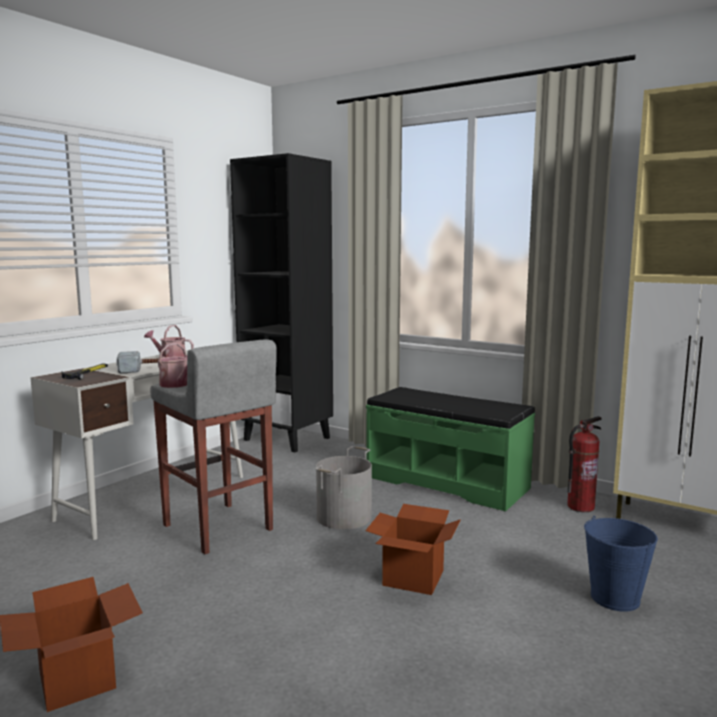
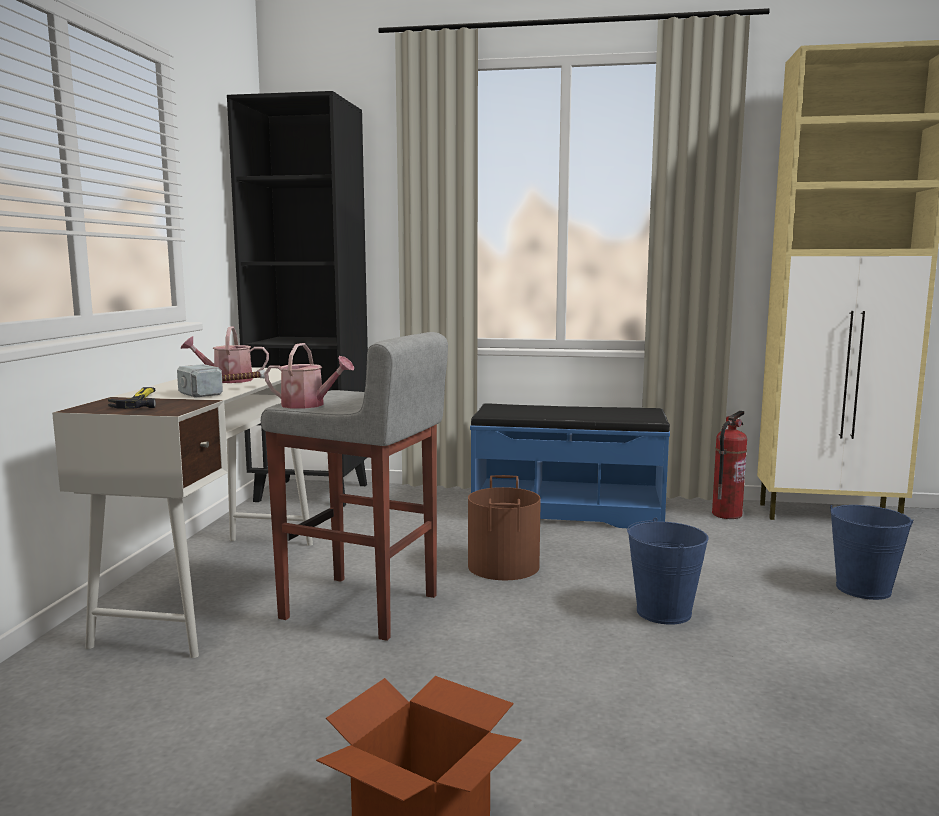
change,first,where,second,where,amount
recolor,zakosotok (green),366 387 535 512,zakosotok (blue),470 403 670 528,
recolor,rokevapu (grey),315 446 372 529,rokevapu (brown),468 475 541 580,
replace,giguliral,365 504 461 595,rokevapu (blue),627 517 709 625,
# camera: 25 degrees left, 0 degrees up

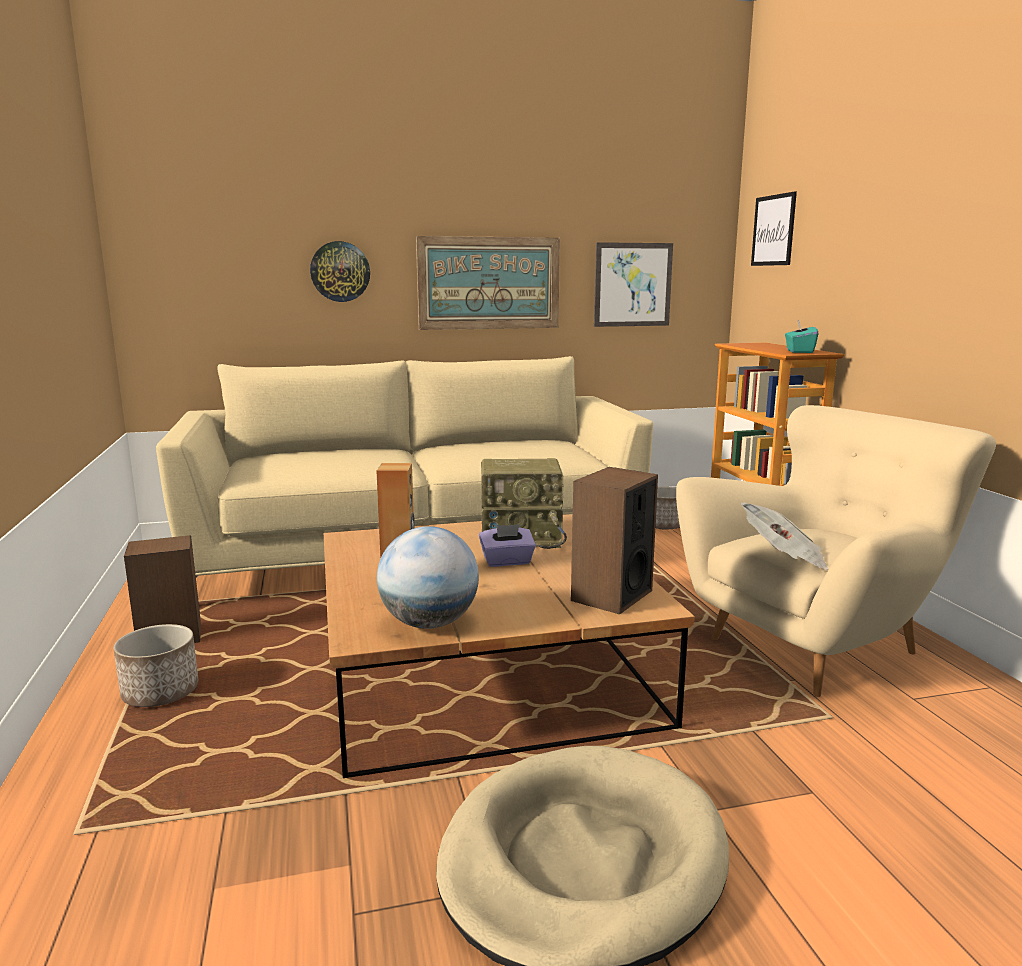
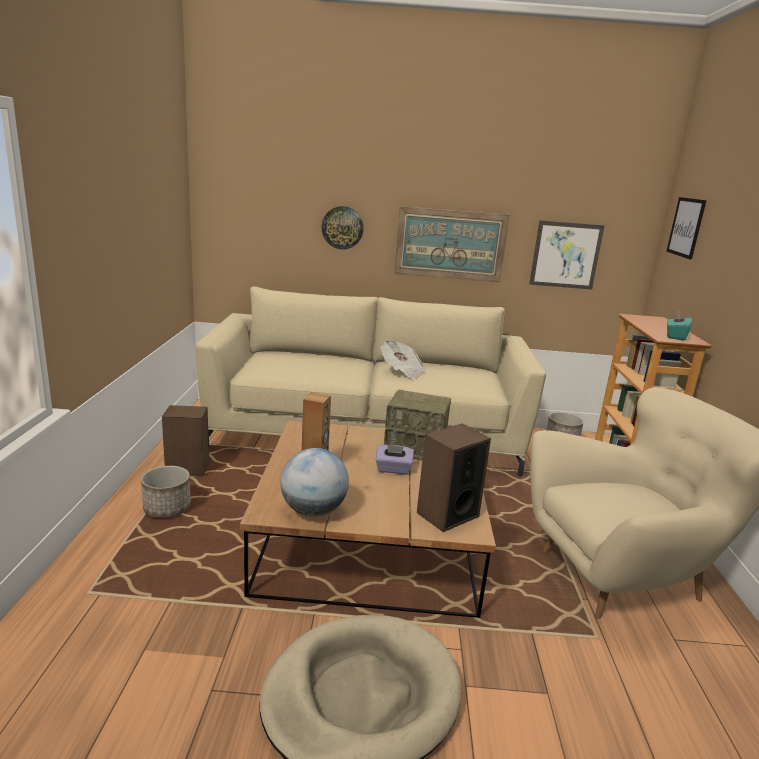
change,first,where,second,where,amount
move,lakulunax,741 502 829 570,,380 339 425 379,
# camera: 15 degrees right, 5 degrees up

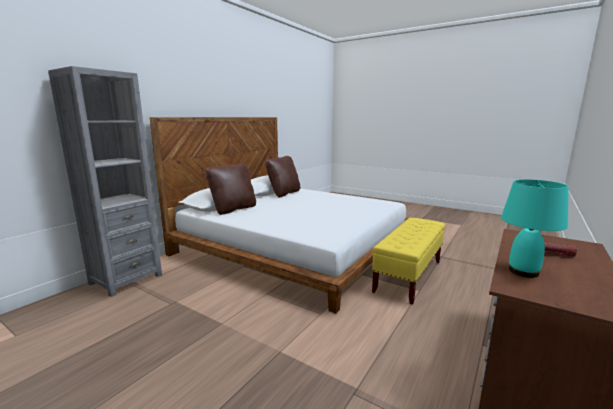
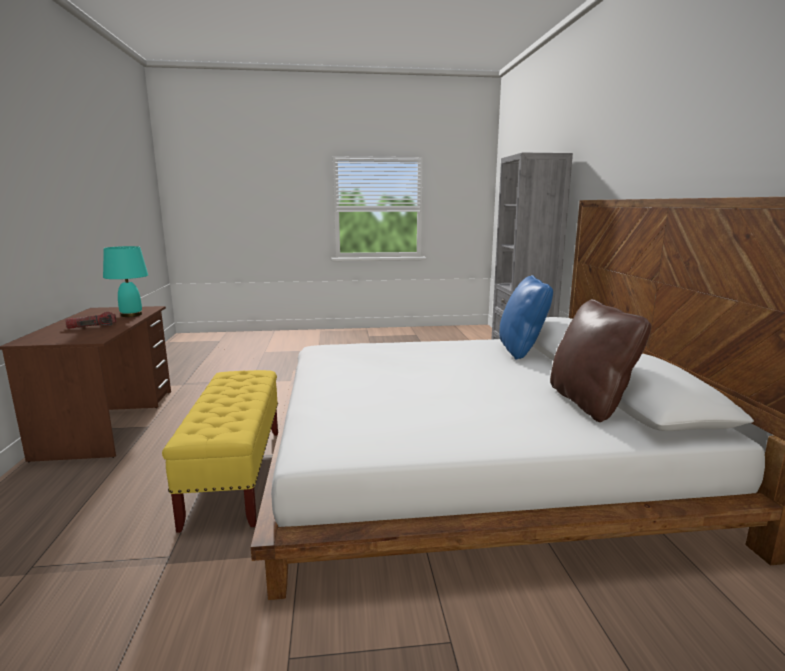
change,first,where,second,where,amount
recolor,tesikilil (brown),206 163 256 215,tesikilil (blue),500 275 553 360,
# camera: 140 degrees right, 0 degrees up

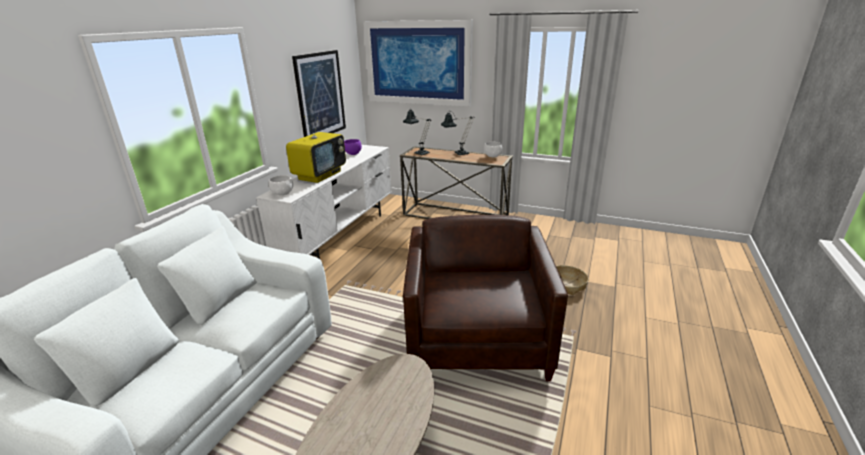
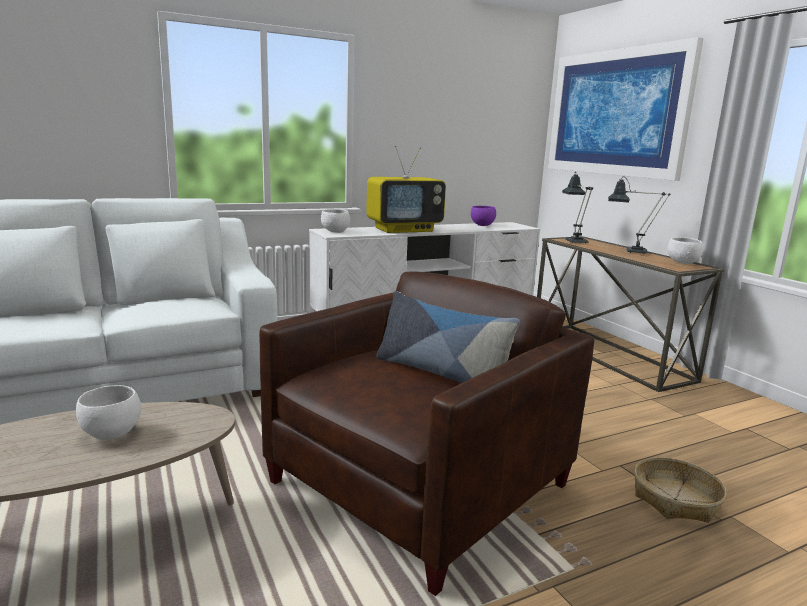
change,first,where,second,where,amount
delete,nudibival,292 50 346 137,,,
insert,,,tesikilil,376 291 520 383,
insert,,,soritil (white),76 385 141 440,
# camera: 40 degrees right, 10 degrees down

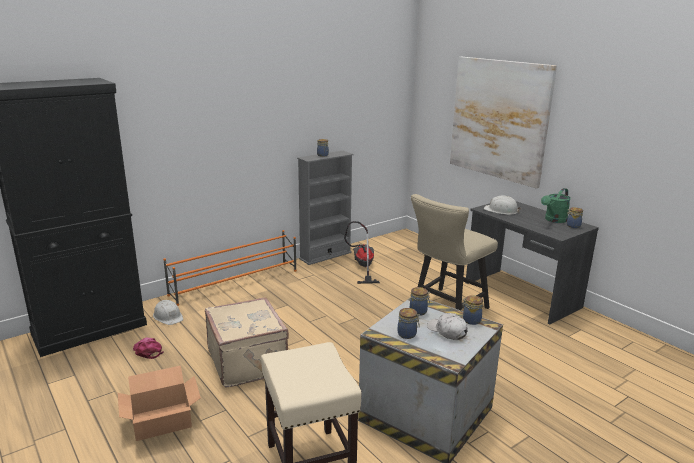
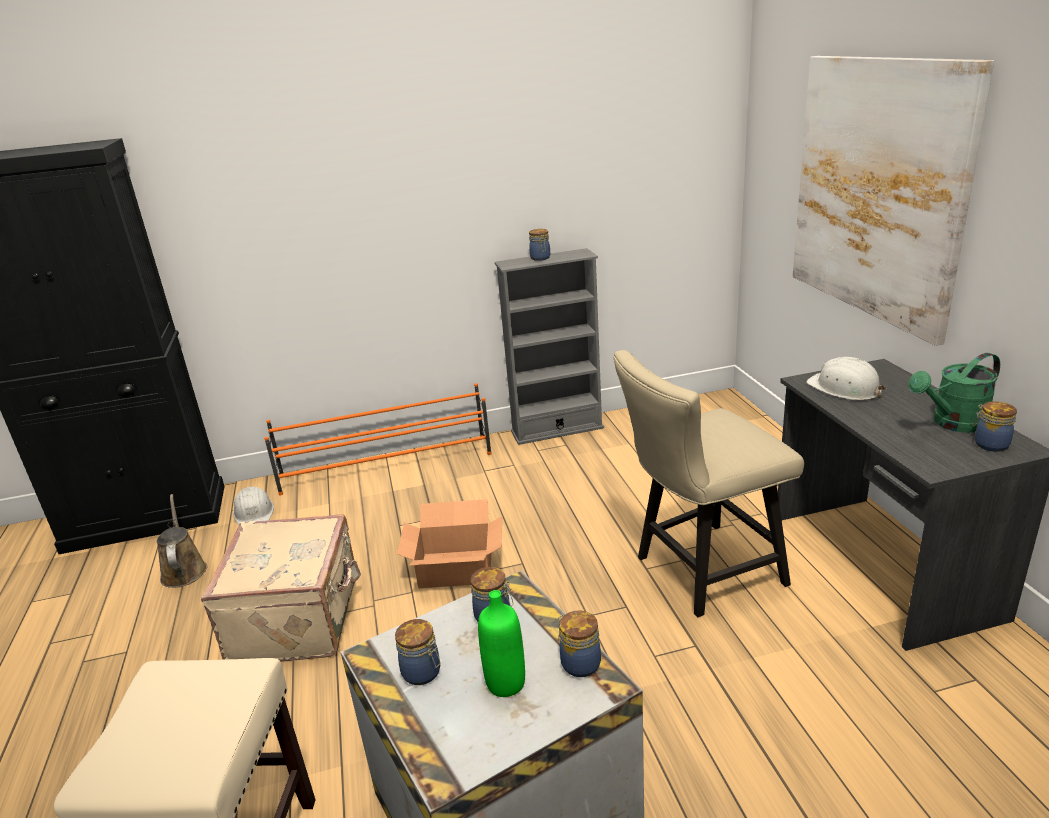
change,first,where,second,where,amount
delete,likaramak,344 221 380 284,,,
replace,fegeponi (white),427 313 468 340,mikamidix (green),478 590 525 697,
replace,fegeponi (pink),133 338 164 359,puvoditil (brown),157 494 208 588,
move,giguliral,118 366 201 441,,397 499 502 588,
# camera: 25 degrees right, 5 degrees up

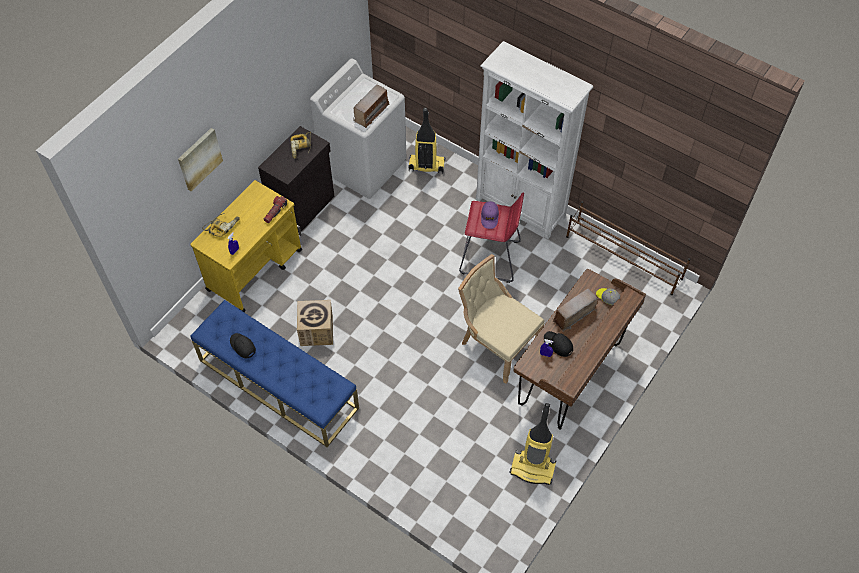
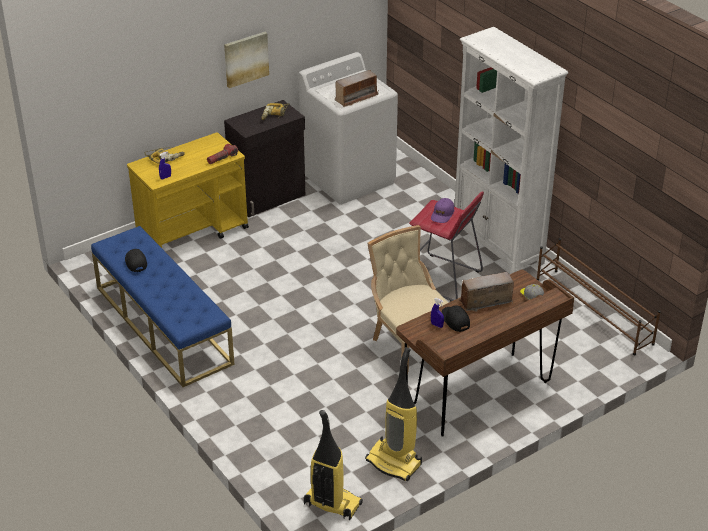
change,first,where,second,where,amount
move,likaramak,409 108 445 174,,304 410 363 521,
move,nudibival,178 128 223 191,,224 32 269 88,
delete,giguliral,297 300 333 346,,,
# camera: 20 degrees right, 20 degrees down

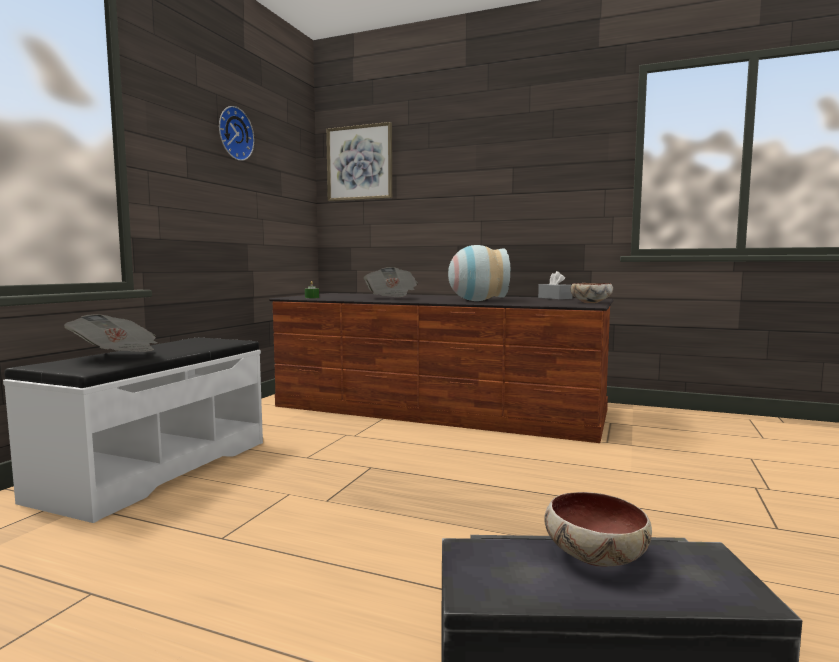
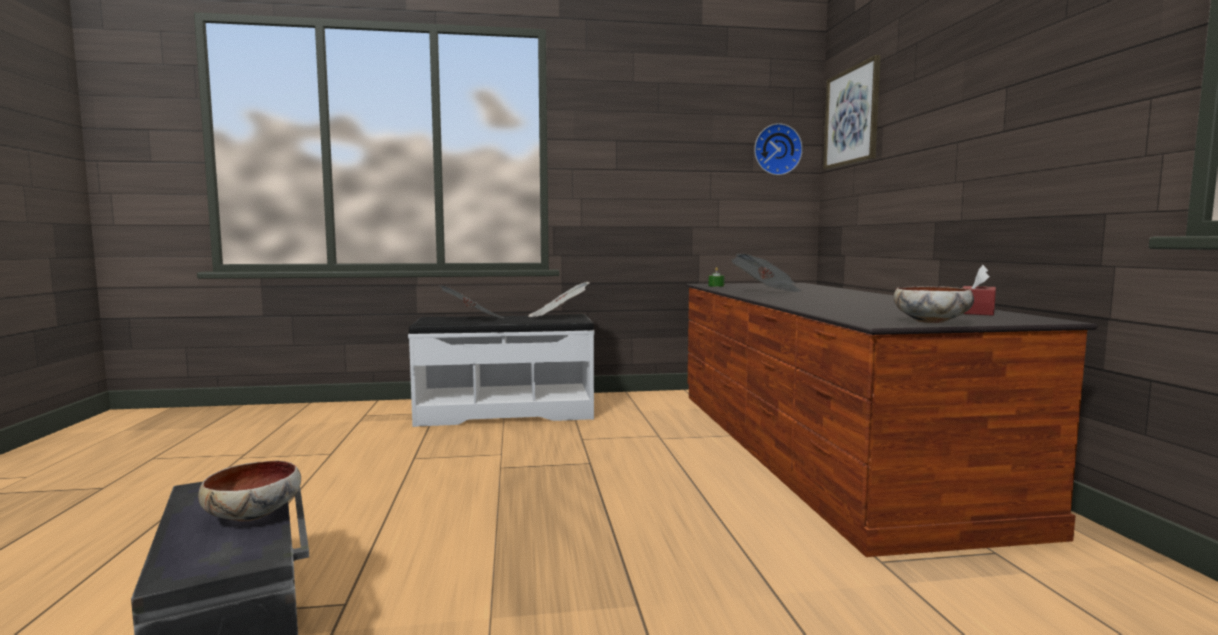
change,first,where,second,where,amount
move,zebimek,219 106 254 161,,754 123 803 175,
delete,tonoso,448 245 510 301,,,
recolor,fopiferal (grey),538 271 572 300,fopiferal (red),962 265 996 316,
insert,,,lakulunax,528 282 590 317,
# camera: 60 degrees right, 0 degrees up

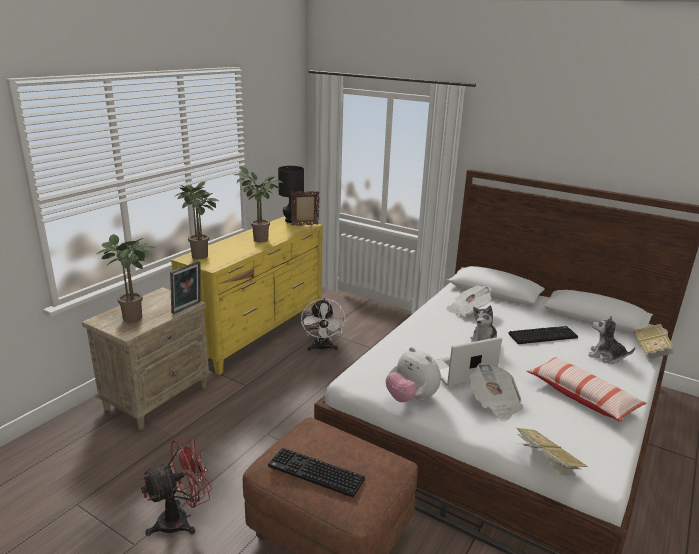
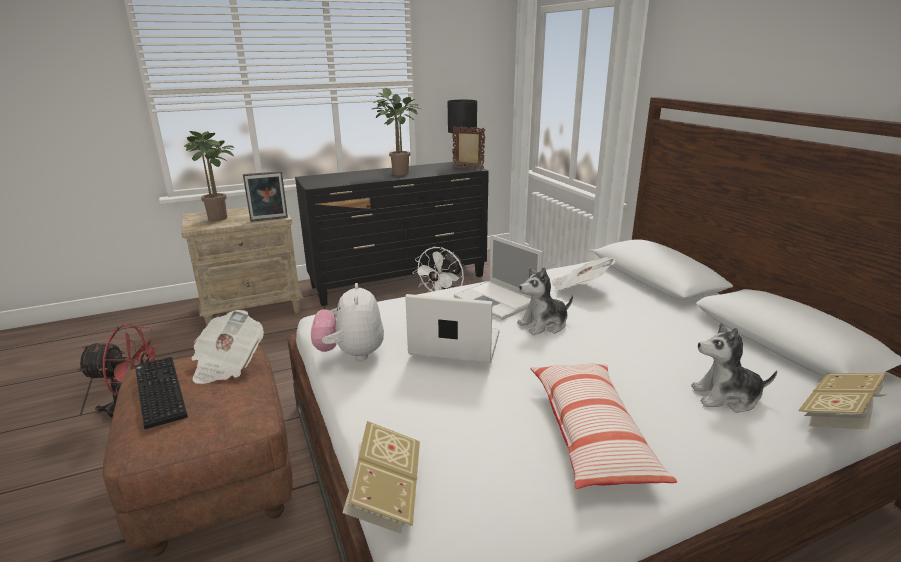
change,first,where,second,where,amount
delete,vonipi,174 181 219 259,,,
recolor,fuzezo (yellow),171 216 323 375,fuzezo (black),295 162 489 306,
rotate,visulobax,588 316 635 364,,691 323 777 413,60 degrees counterclockwise
delete,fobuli,508 326 578 344,,,
move,lakulunax,470 363 523 422,,191 310 264 384,
insert,,,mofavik,454 235 543 320,
# camera: 35 degrees right, 0 degrees up

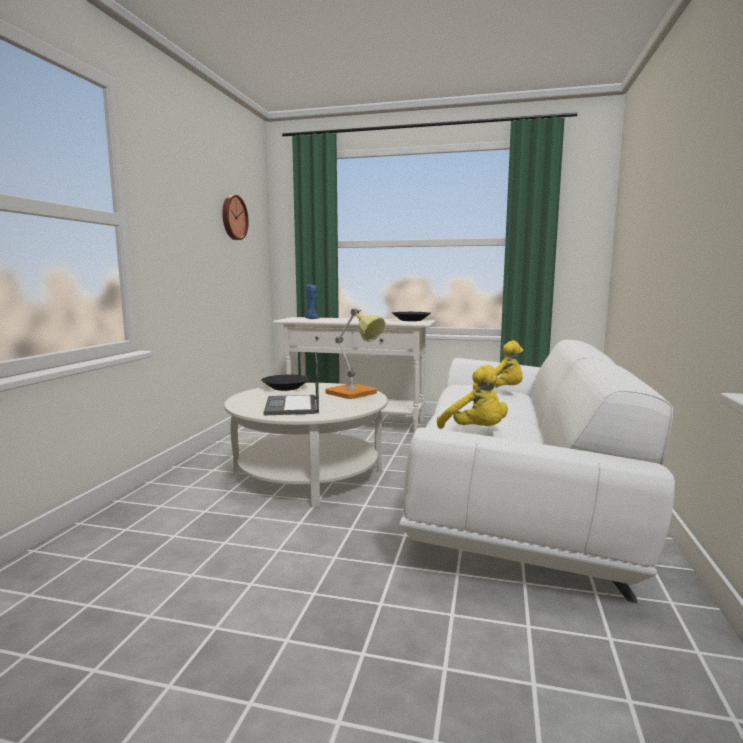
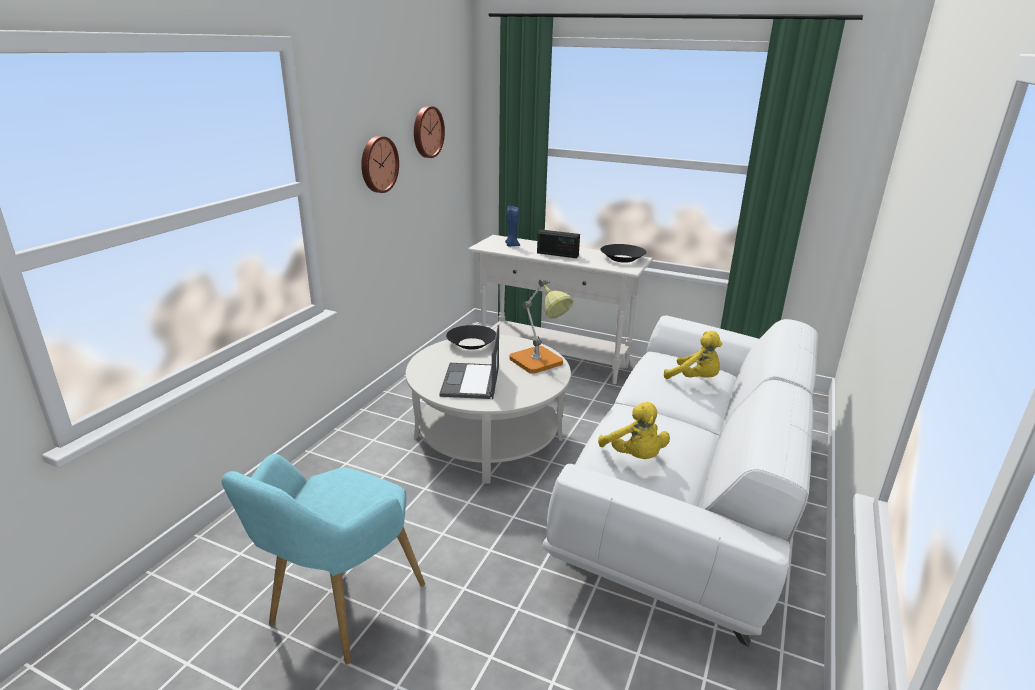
change,first,where,second,where,amount
insert,,,zebimek,361 136 399 193,
insert,,,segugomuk,537 229 580 258,
insert,,,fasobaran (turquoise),222 454 425 665,
# camera: 10 degrees right, 15 degrees up

